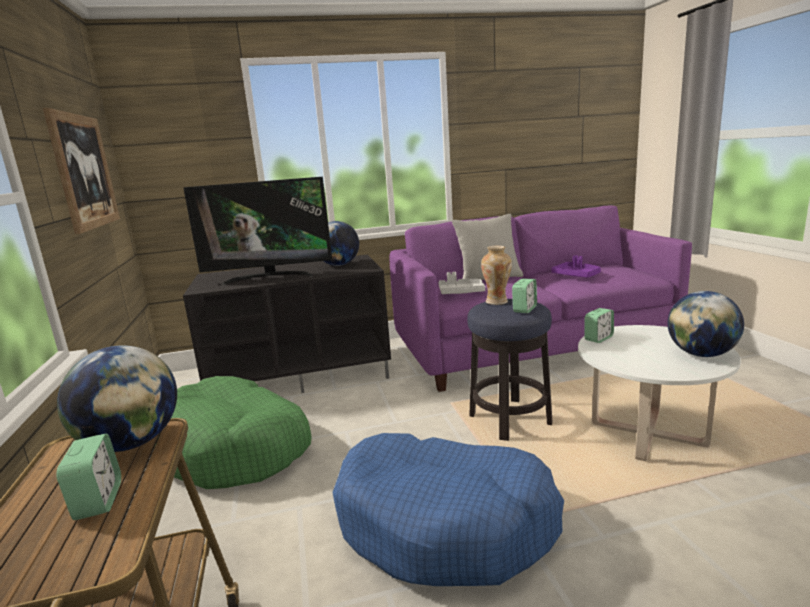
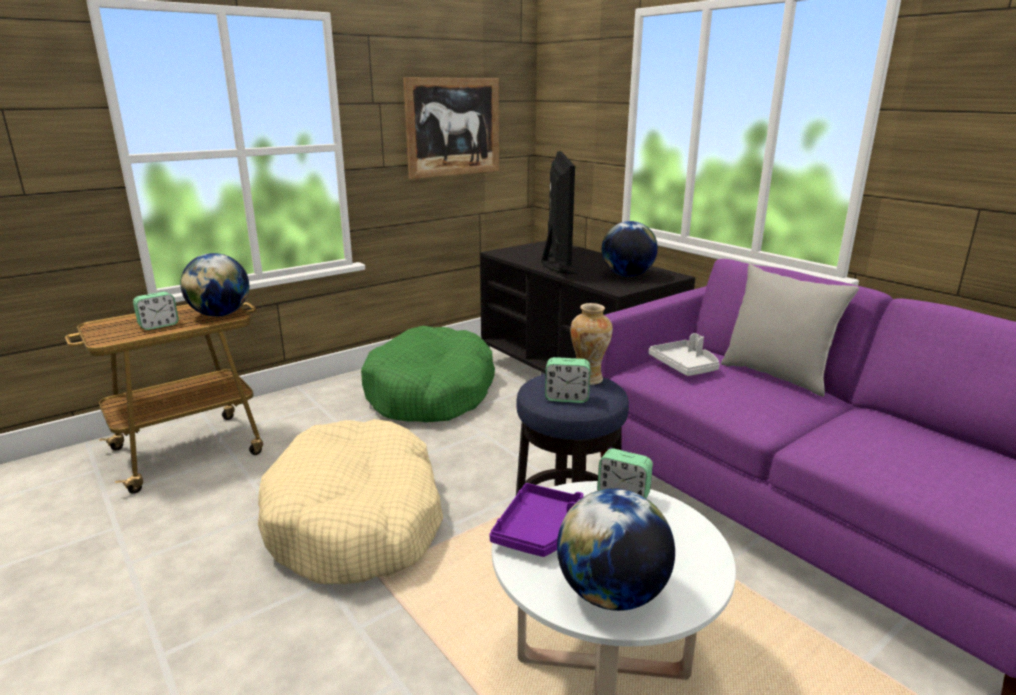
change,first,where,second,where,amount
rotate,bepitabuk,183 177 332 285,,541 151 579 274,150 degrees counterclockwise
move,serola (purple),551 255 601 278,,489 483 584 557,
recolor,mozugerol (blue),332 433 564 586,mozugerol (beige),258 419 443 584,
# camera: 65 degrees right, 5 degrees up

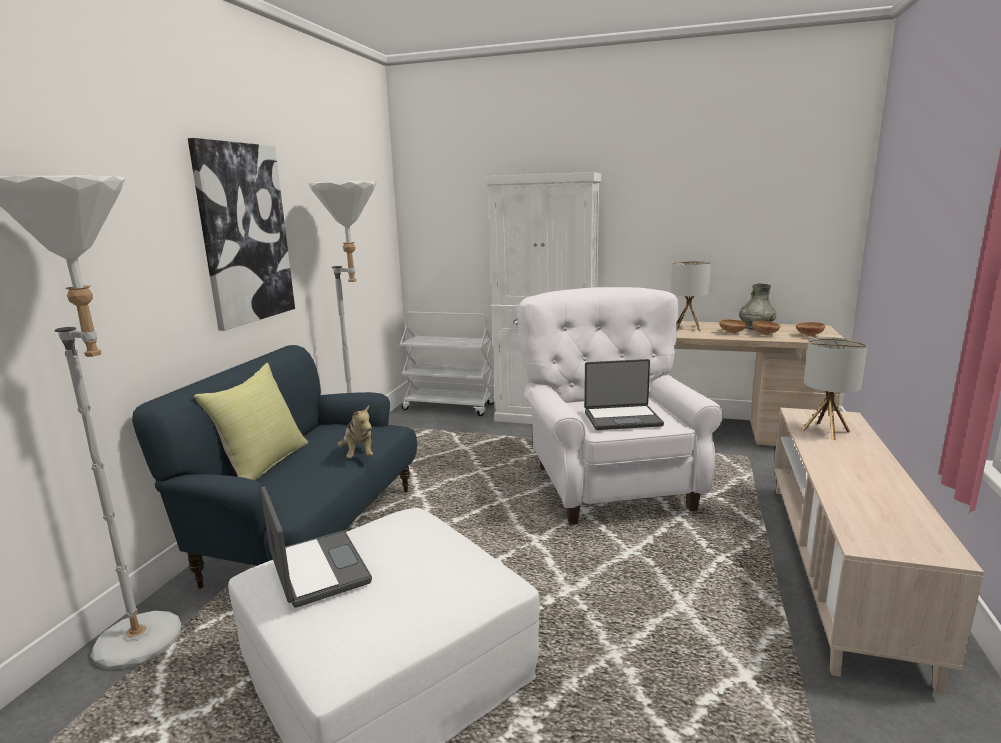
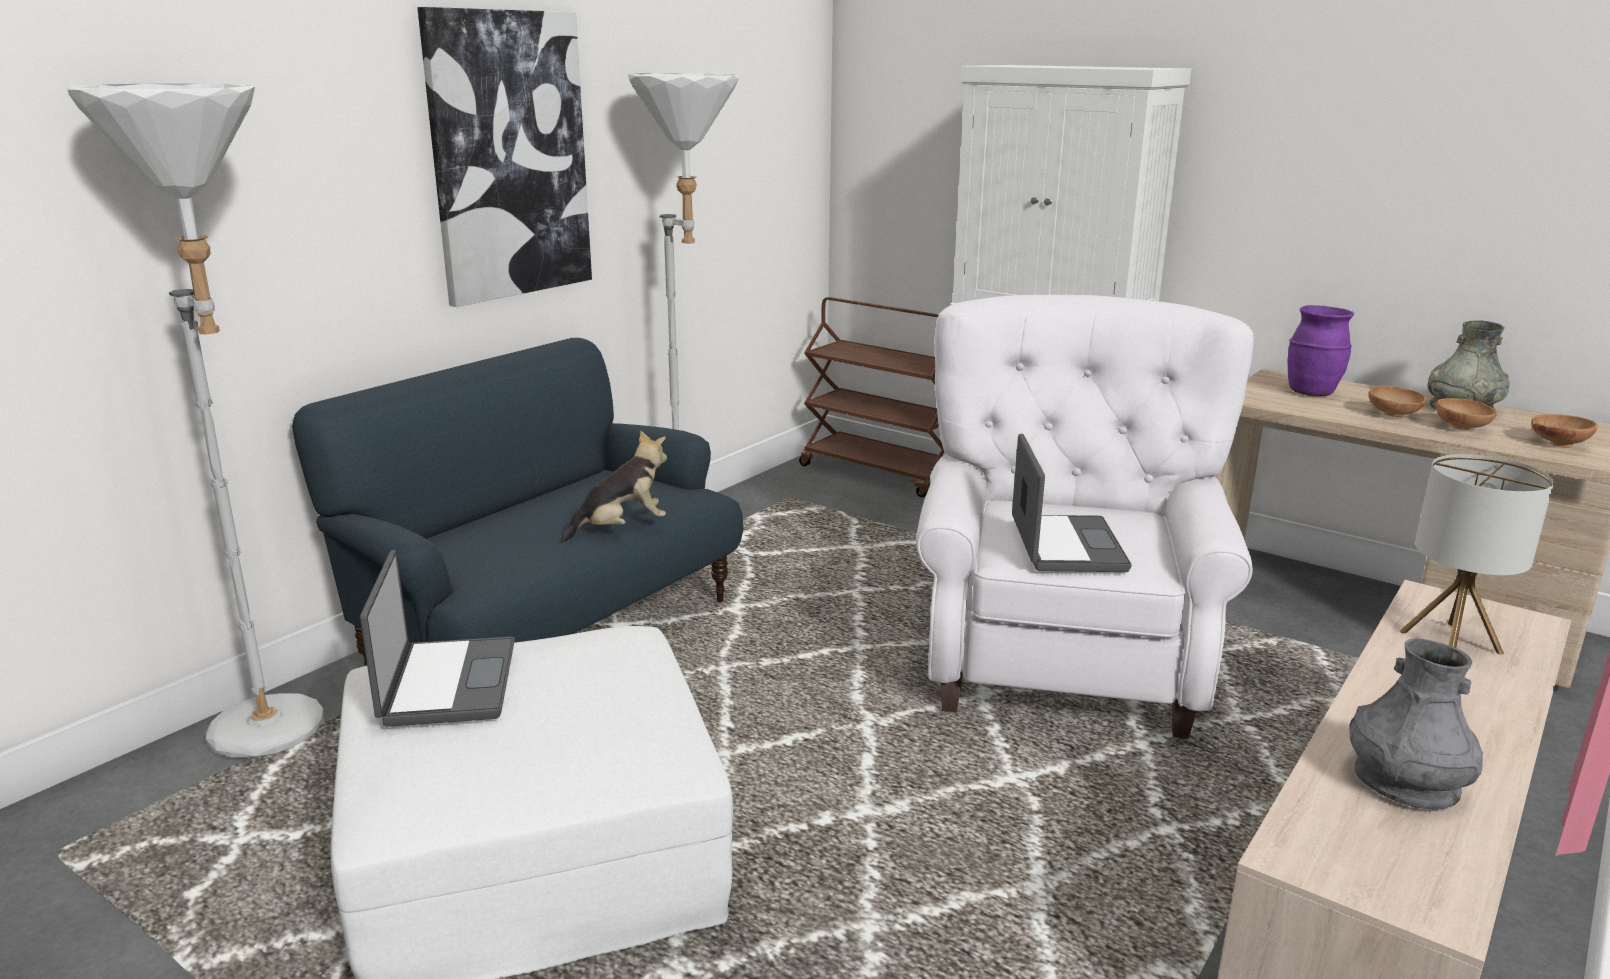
change,first,where,second,where,amount
replace,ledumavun,671 261 711 331,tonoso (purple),1287 305 1354 396,
recolor,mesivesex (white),400 312 495 416,mesivesex (brown),799 297 944 497,
rotate,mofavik,584 359 664 430,,1012 434 1132 572,105 degrees counterclockwise
delete,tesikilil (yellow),194 363 308 480,,,
rotate,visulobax,338 405 373 458,,561 430 667 543,120 degrees counterclockwise
insert,,,tonoso (grey),1349 638 1483 810,
# camera: 20 degrees right, 5 degrees up

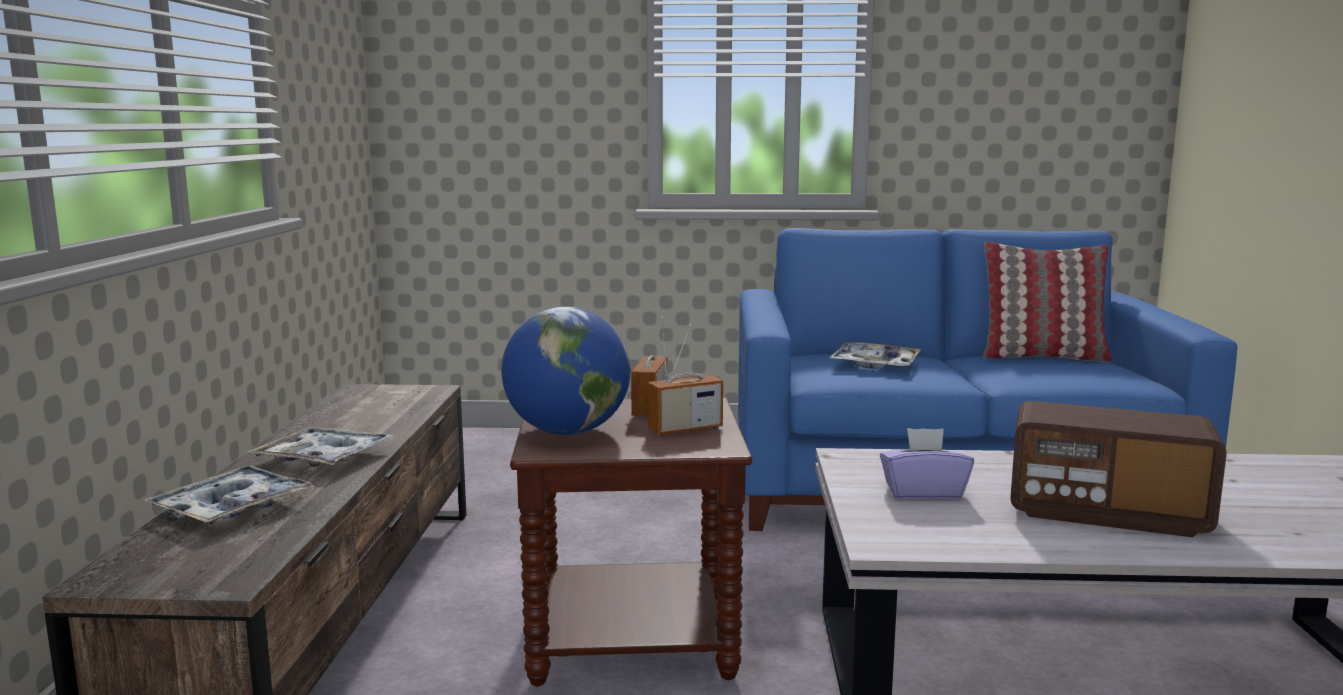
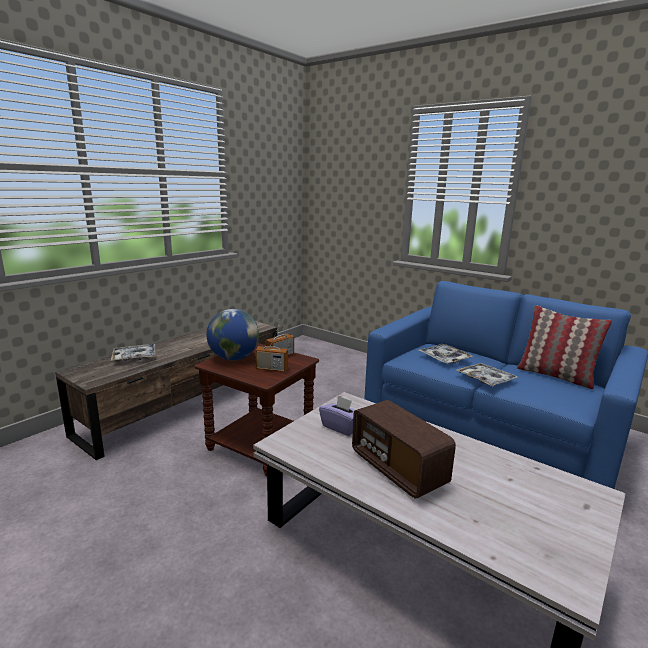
change,first,where,second,where,amount
move,serola,247 427 393 467,,456 363 518 387,
# camera: 35 degrees right, 5 degrees up

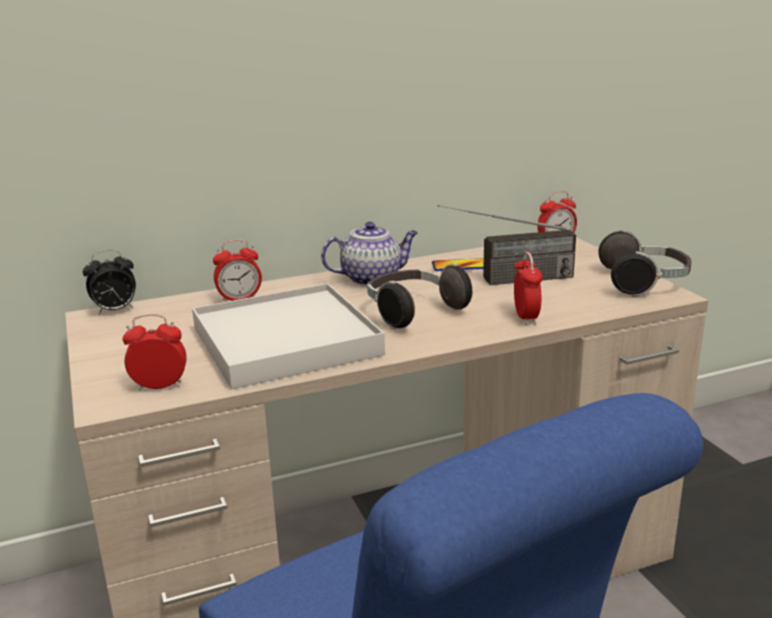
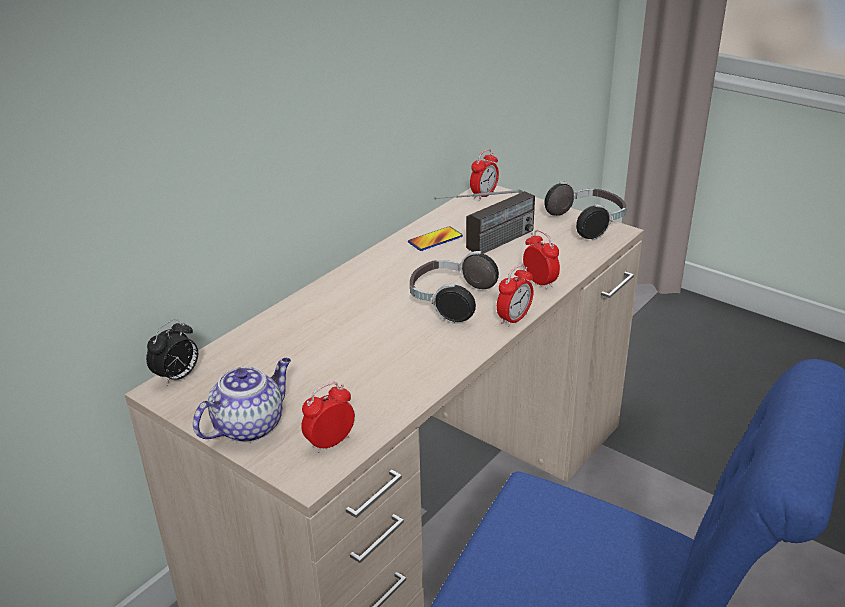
change,first,where,second,where,amount
move,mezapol,321 222 418 286,,193 358 291 443,
move,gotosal,213 239 262 302,,497 264 534 327,
delete,serola (white),192 283 385 389,,,
# camera: 30 degrees left, 10 degrees up

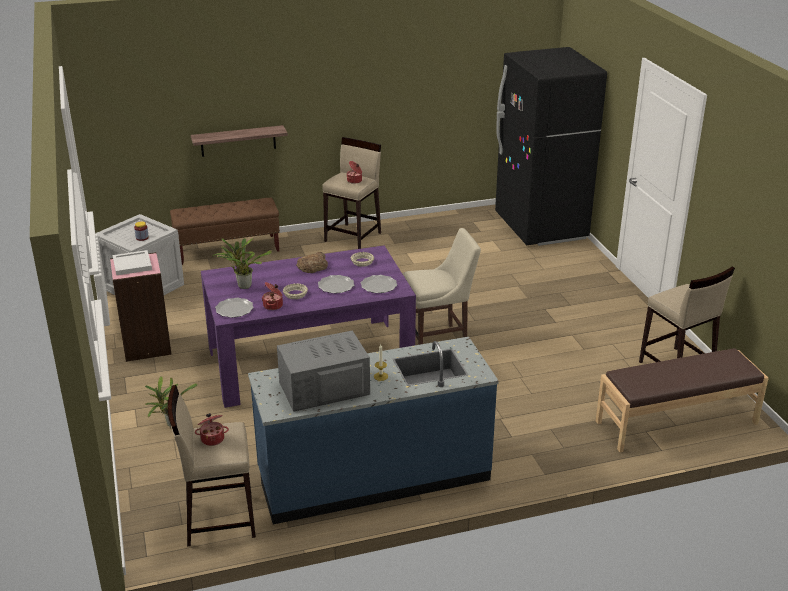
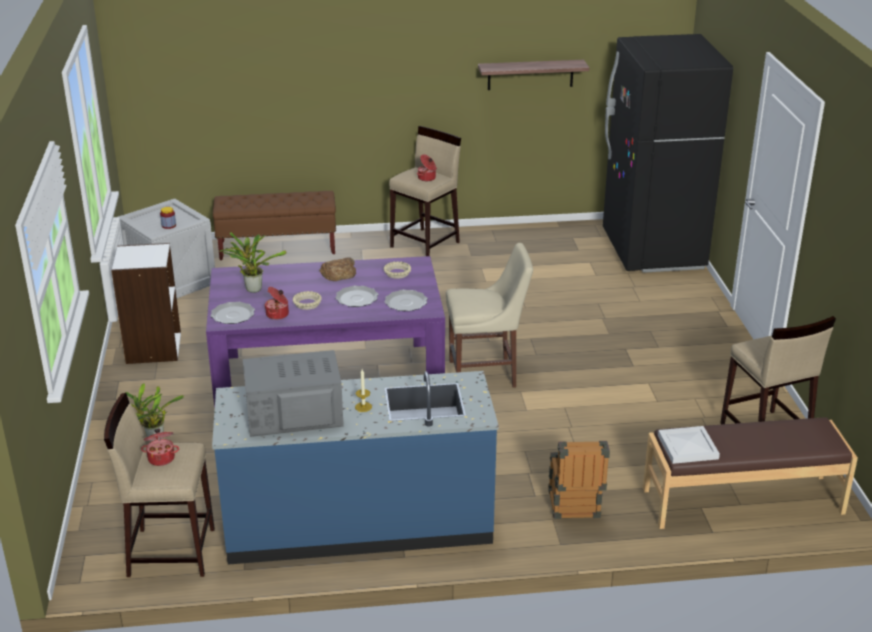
change,first,where,second,where,amount
move,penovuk,191 125 288 157,,478 60 589 90,
move,serola (white),113 250 152 275,,658 426 720 464,
recolor,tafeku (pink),110 252 172 362,tafeku (white),111 243 181 364,
insert,,,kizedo,548 441 610 519,
# camera: 10 degrees right, 0 degrees up

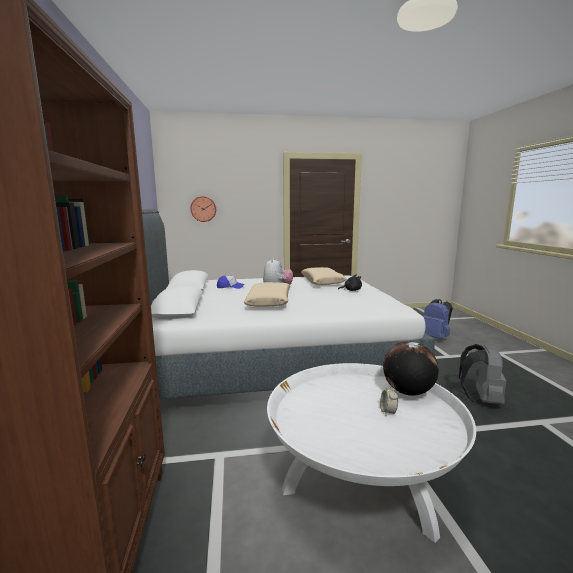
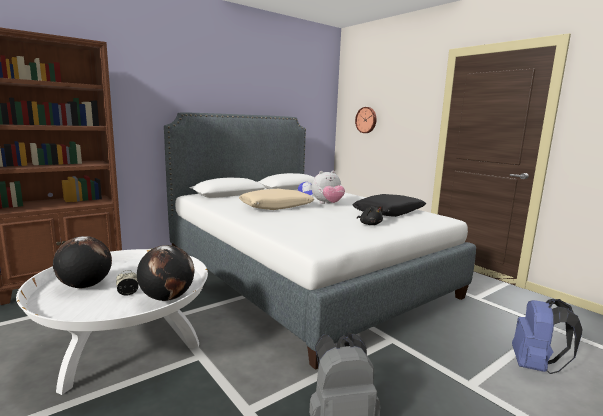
change,first,where,second,where,amount
recolor,tesikilil (beige),301 267 347 285,tesikilil (black),352 194 426 217,
insert,,,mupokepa,53 236 112 288,
# camera: 60 degrees right, 0 degrees up

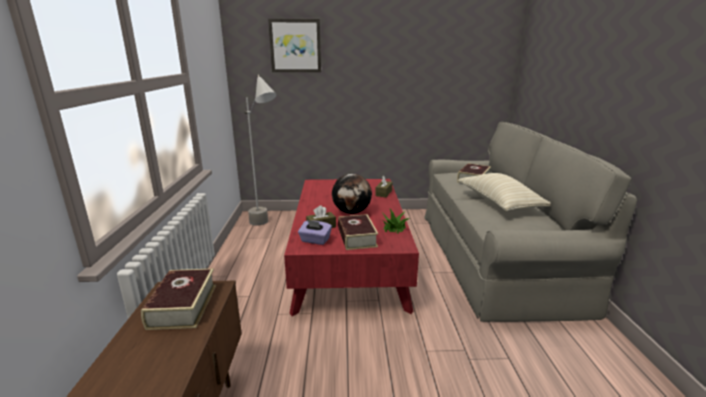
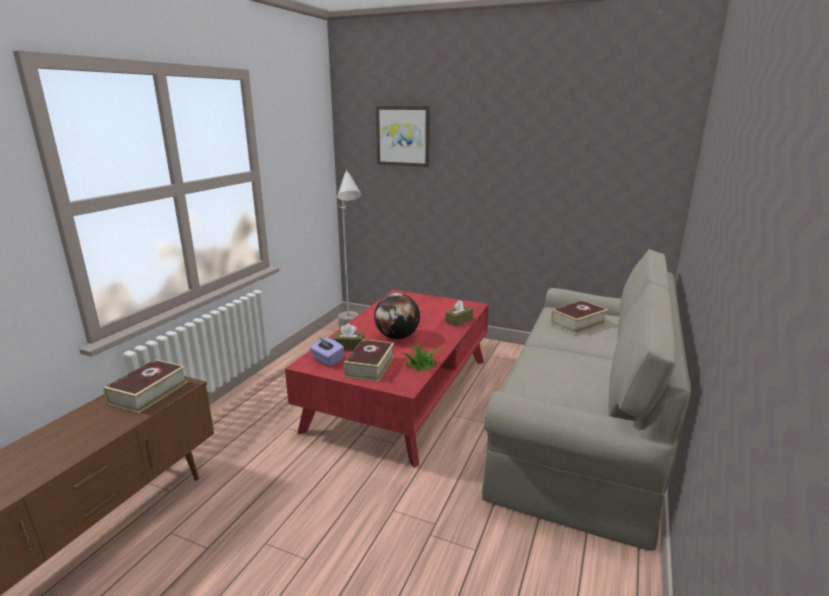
change,first,where,second,where,amount
delete,tesikilil (beige),458 173 551 211,,,
# camera: 25 degrees right, 0 degrees up

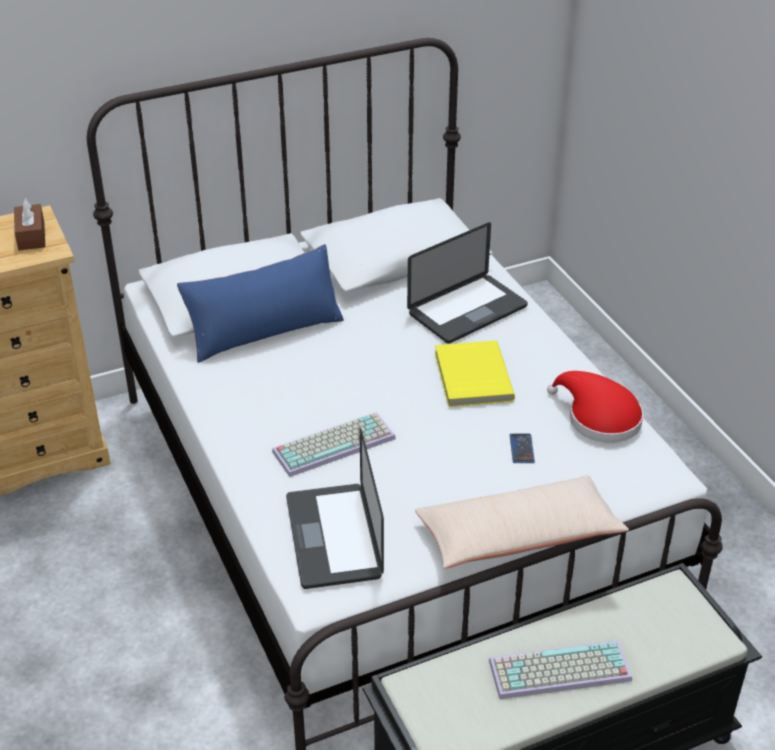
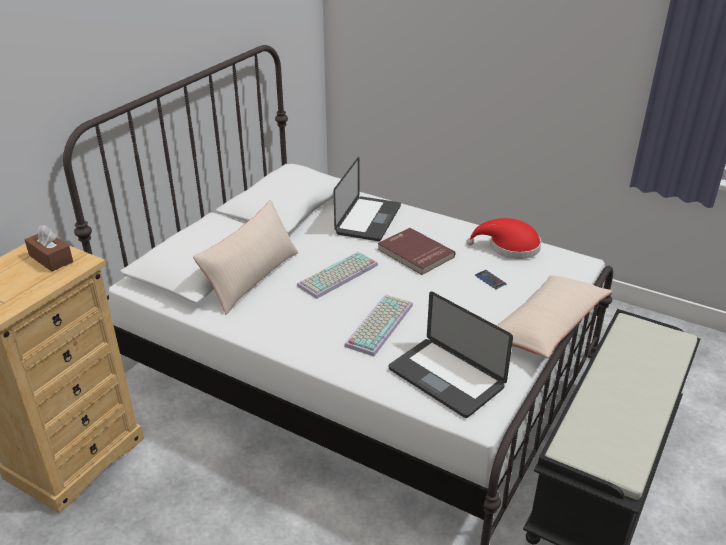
change,first,where,second,where,amount
recolor,tesikilil (blue),177 244 344 363,tesikilil (beige),193 200 298 315,
recolor,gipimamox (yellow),435 340 515 407,gipimamox (red),377 228 455 275,
move,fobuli,489 641 632 699,,297 252 378 299,
# camera: 35 degrees left, 5 degrees down

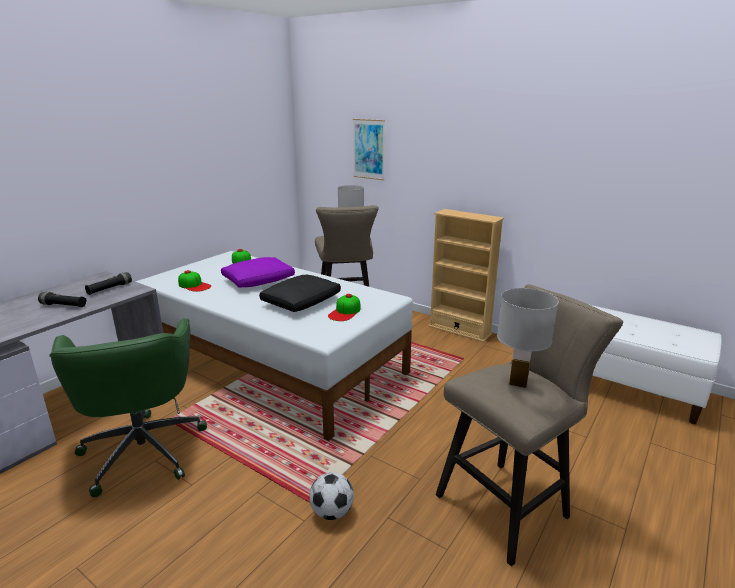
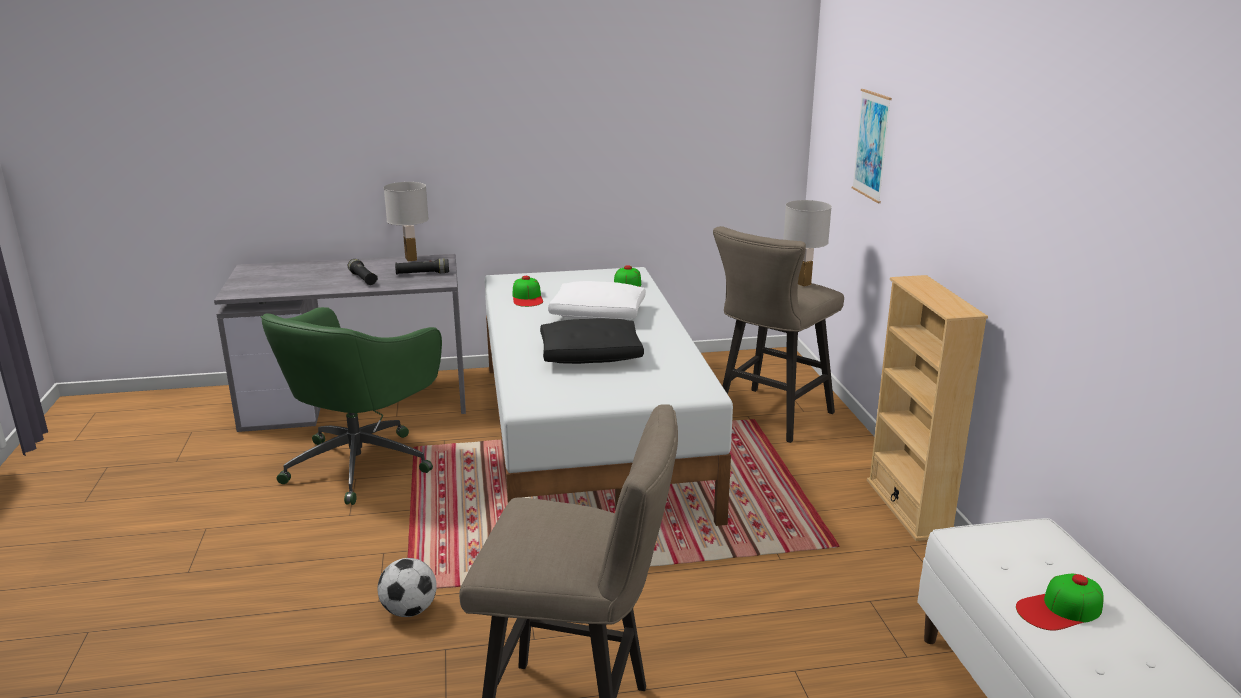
change,first,where,second,where,amount
recolor,tesikilil (purple),221 257 295 287,tesikilil (white),548 281 646 320,
move,ledumavun (white),497 288 559 388,,384 182 429 261,
move,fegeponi,328 294 361 321,,1016 574 1104 631,
# camera: 45 degrees right, 0 degrees up

